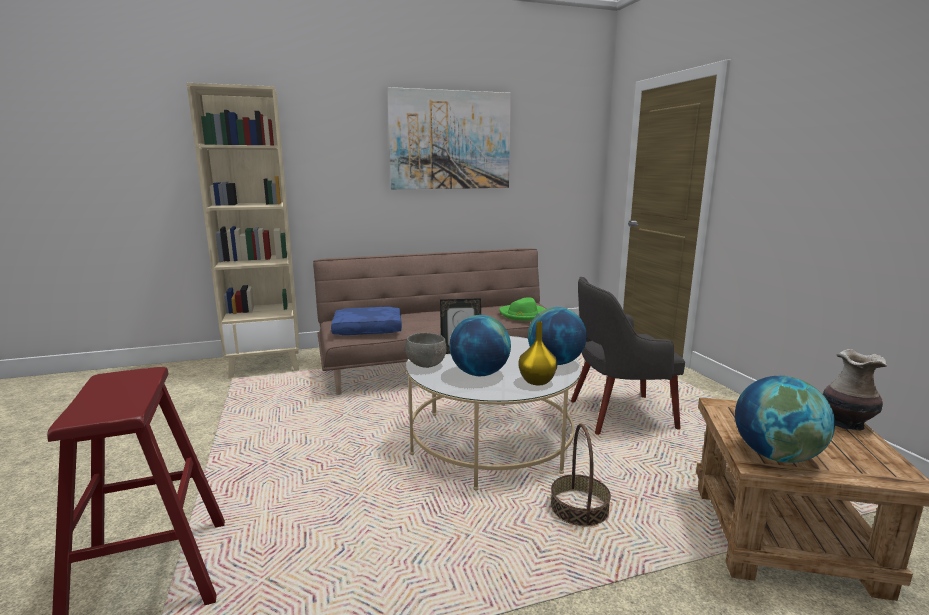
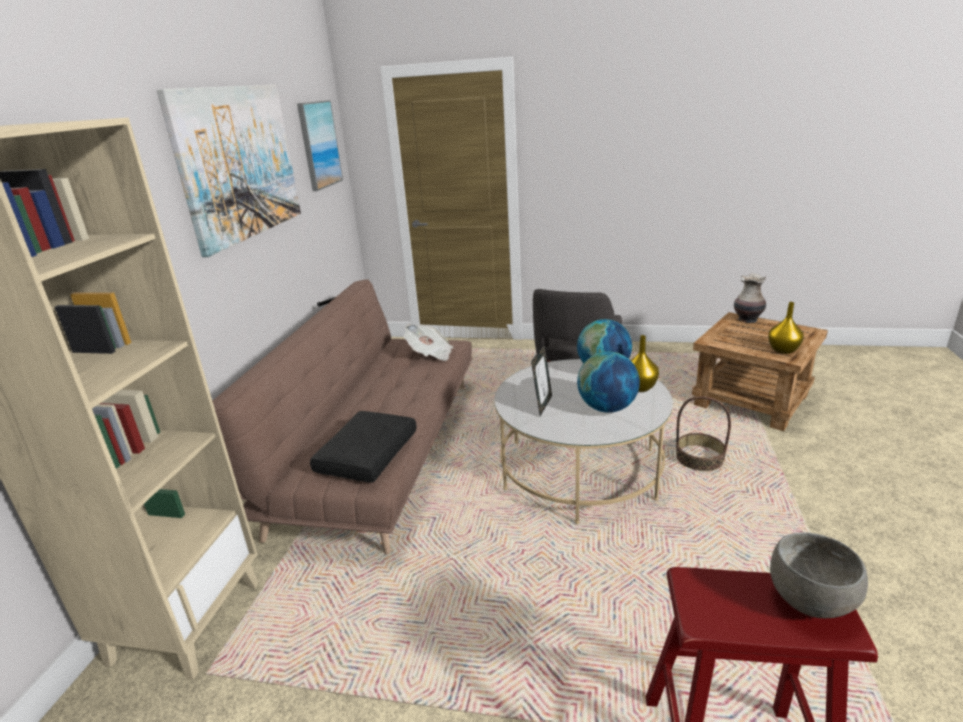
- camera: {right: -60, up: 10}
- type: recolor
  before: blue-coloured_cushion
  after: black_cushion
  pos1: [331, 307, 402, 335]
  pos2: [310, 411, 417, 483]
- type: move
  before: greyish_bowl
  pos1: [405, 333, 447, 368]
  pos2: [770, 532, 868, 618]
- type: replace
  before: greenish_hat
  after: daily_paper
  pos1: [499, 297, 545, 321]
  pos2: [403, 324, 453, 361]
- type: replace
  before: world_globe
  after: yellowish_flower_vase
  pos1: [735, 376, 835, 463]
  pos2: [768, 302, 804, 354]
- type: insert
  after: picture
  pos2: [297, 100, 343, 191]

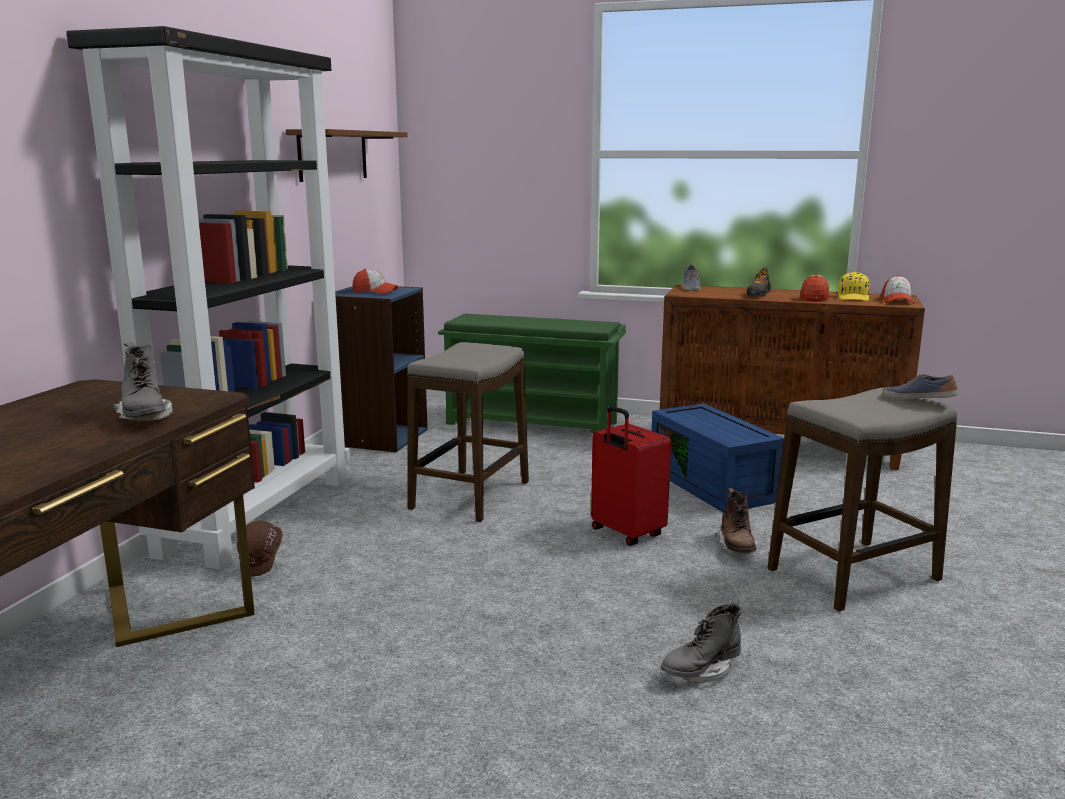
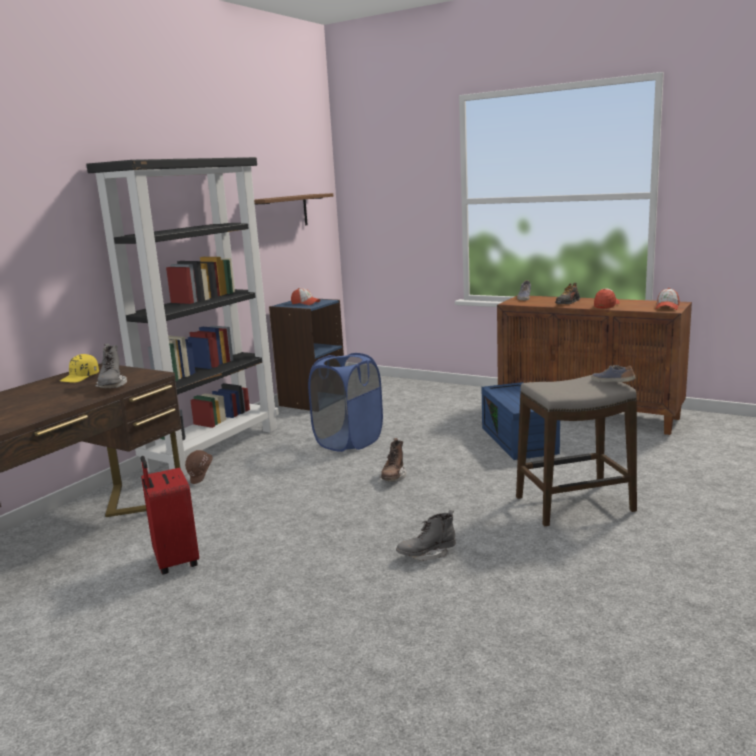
- camera: {right: 15, up: 0}
- type: replace
  before: stool
  after: blue-coloured_laundry_basket
  pos1: [408, 342, 529, 522]
  pos2: [308, 353, 383, 452]
- type: delete
  before: greenish_shoe_stand
  pos1: [438, 314, 626, 434]
- type: move
  before: red-coloured_suitcase
  pos1: [591, 406, 671, 546]
  pos2: [141, 456, 199, 574]
- type: move
  before: brownish_tall_boot
  pos1: [715, 488, 757, 554]
  pos2: [379, 438, 406, 482]
- type: move
  before: yellowish_peaked_cap
  pos1: [838, 272, 870, 301]
  pos2: [60, 354, 99, 383]

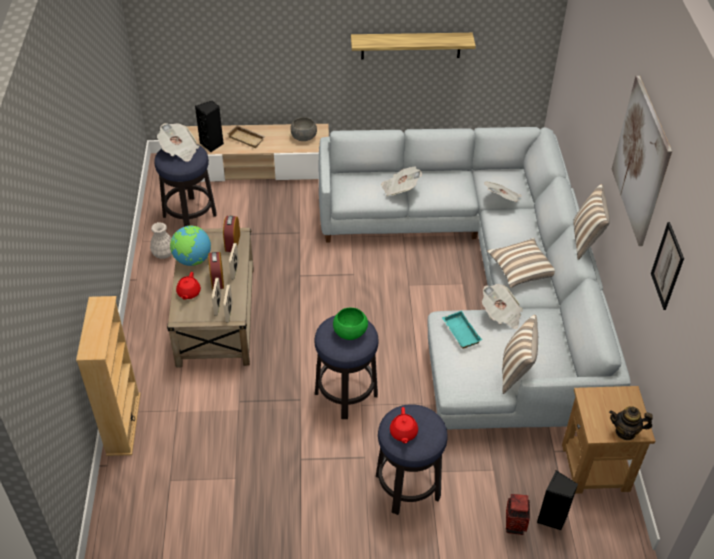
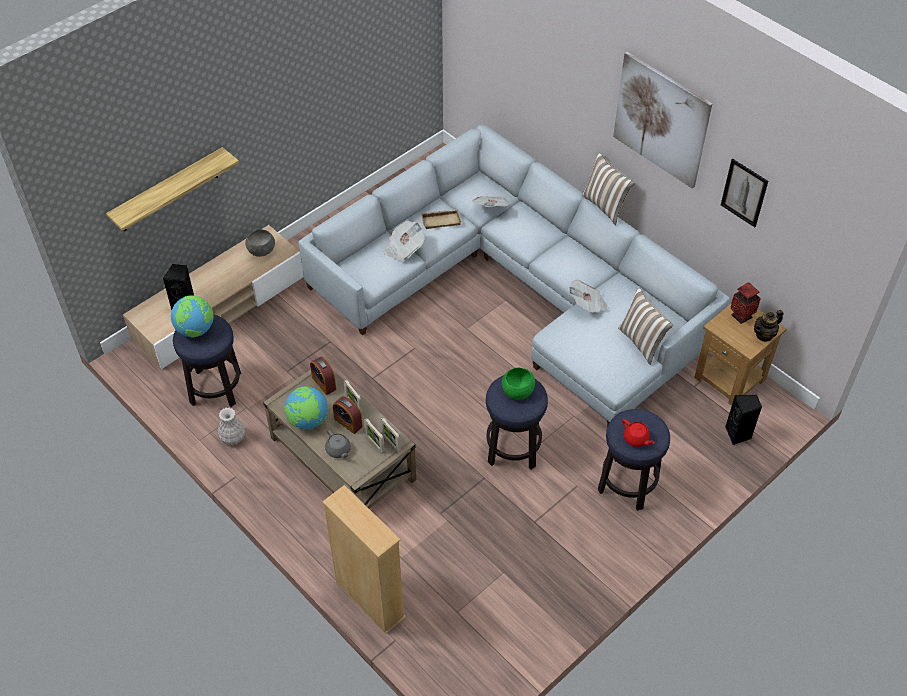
- camera: {right: -40, up: 5}
- type: replace
  before: daily_paper
  after: world_globe
  pos1: [157, 123, 199, 162]
  pos2: [171, 295, 213, 338]
- type: recolor
  before: red-coloured_teapot
  after: greyish_teapot
  pos1: [176, 272, 201, 300]
  pos2: [325, 430, 351, 458]
- type: move
  before: beige-coloured_tray
  pos1: [227, 125, 266, 148]
  pos2: [421, 209, 462, 229]
- type: move
  before: wall_shelf
  pos1: [351, 33, 476, 60]
  pos2: [106, 147, 239, 231]
- type: delete
  before: turquoise-coloured_tray
  pos1: [442, 311, 482, 349]
- type: delete
  before: cushion
  pos1: [487, 238, 555, 288]
- type: move
  before: flower_vase
  pos1: [506, 494, 530, 535]
  pos2: [731, 282, 761, 324]

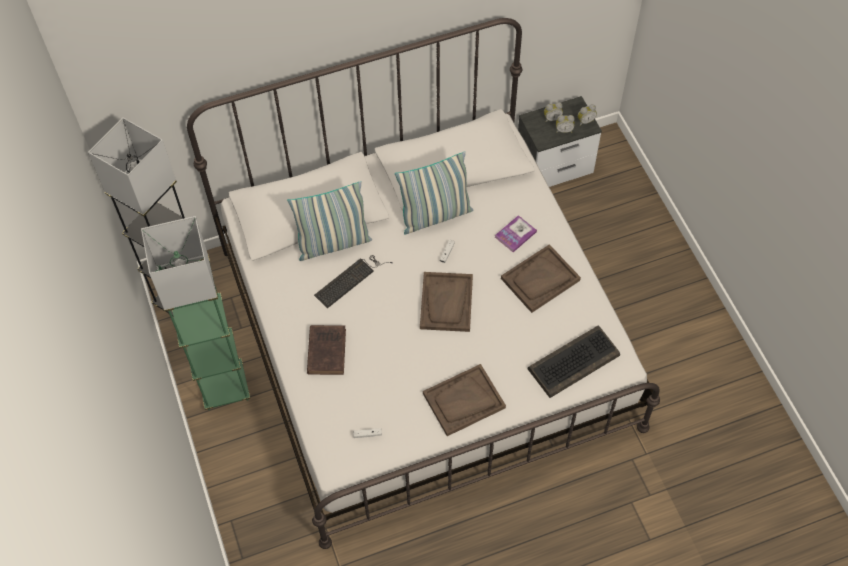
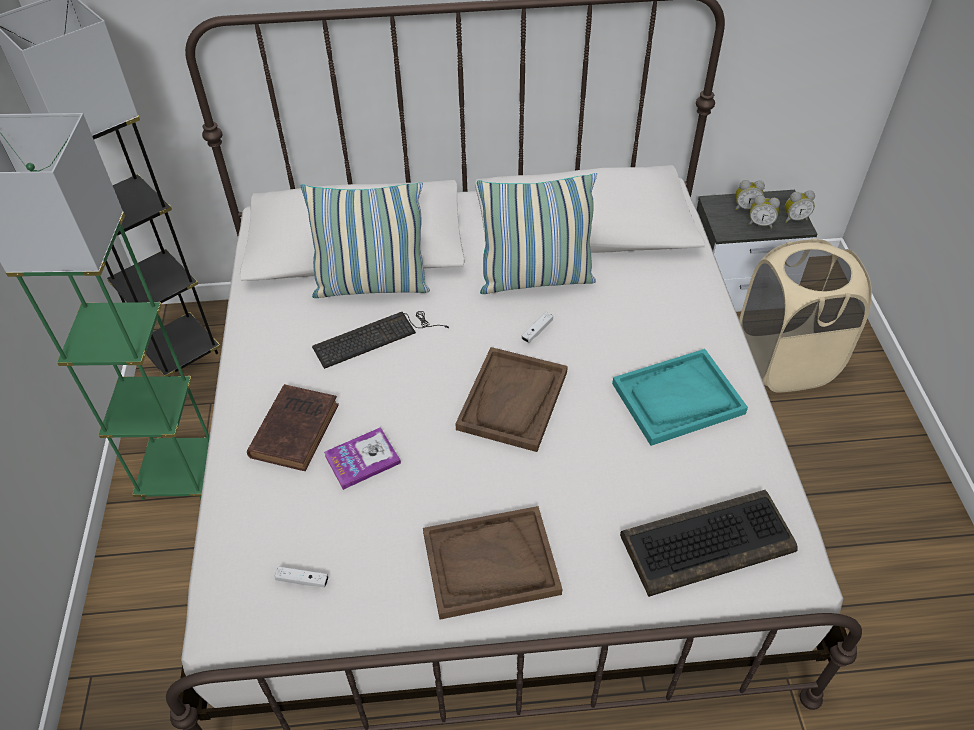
- camera: {right: 15, up: -10}
- type: move
  before: volume
  pos1: [495, 215, 537, 252]
  pos2: [324, 427, 401, 490]
- type: recolor
  before: brownish_tray
  after: turquoise-coloured_tray
  pos1: [501, 244, 581, 313]
  pos2: [612, 349, 748, 446]
- type: insert
  after: beige-coloured_laundry_basket
  pos2: [739, 238, 872, 393]

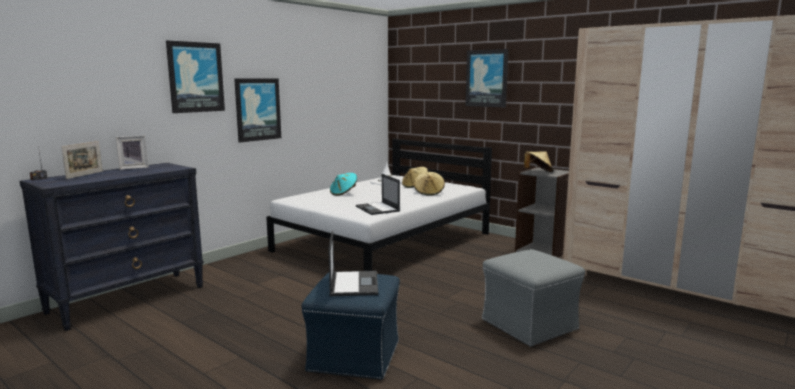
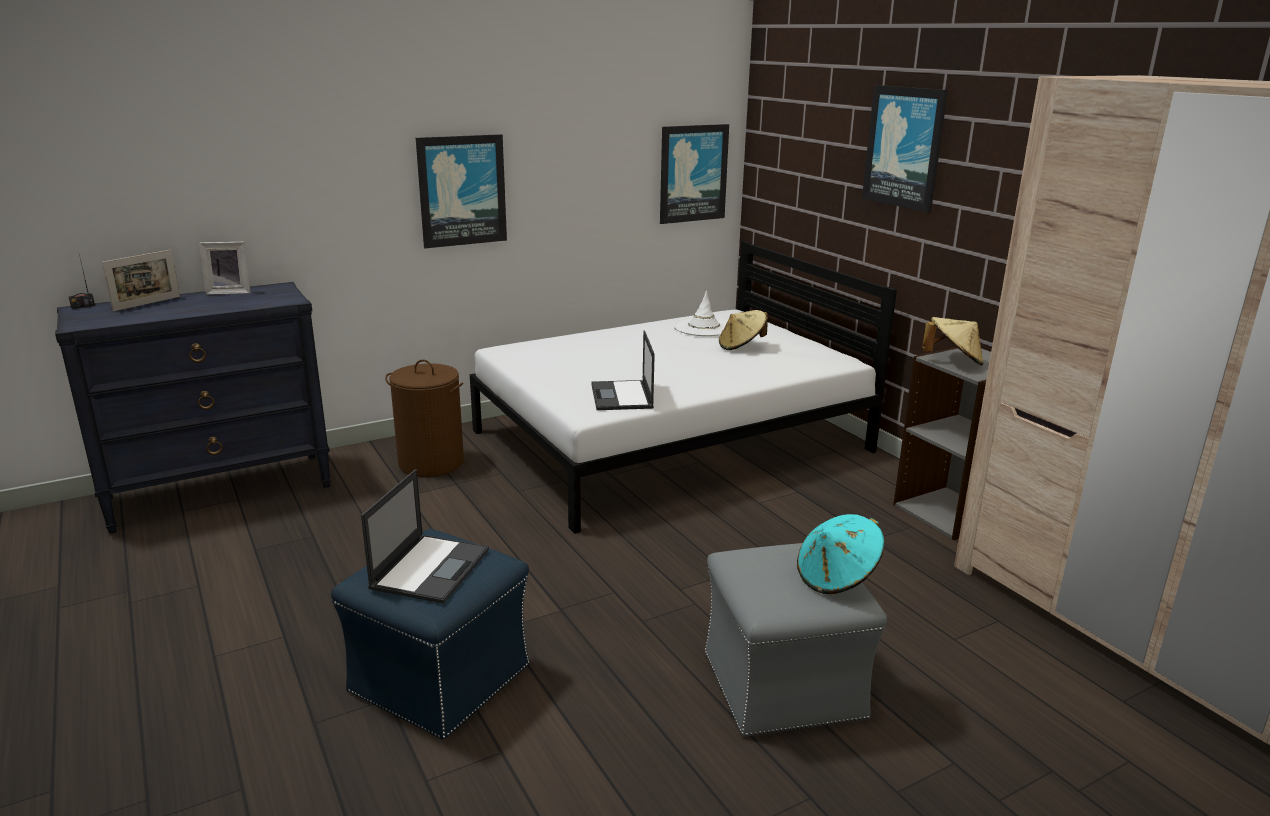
- camera: {right: 20, up: 10}
- type: move
  before: picture
  pos1: [166, 40, 225, 113]
  pos2: [660, 124, 729, 224]
- type: move
  before: turquoise-coloured_hat
  pos1: [330, 173, 357, 196]
  pos2: [797, 514, 884, 594]
- type: delete
  before: beige-coloured_hat
  pos1: [414, 172, 445, 196]
- type: insert
  after: brownish_laundry_basket
  pos2: [385, 359, 464, 477]

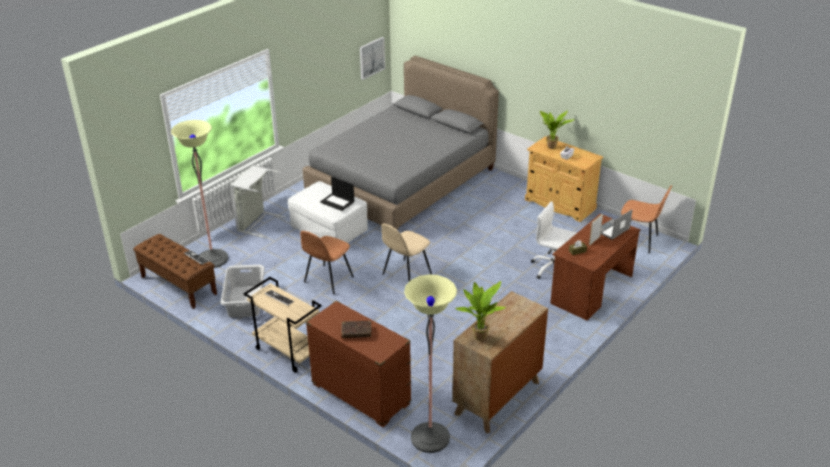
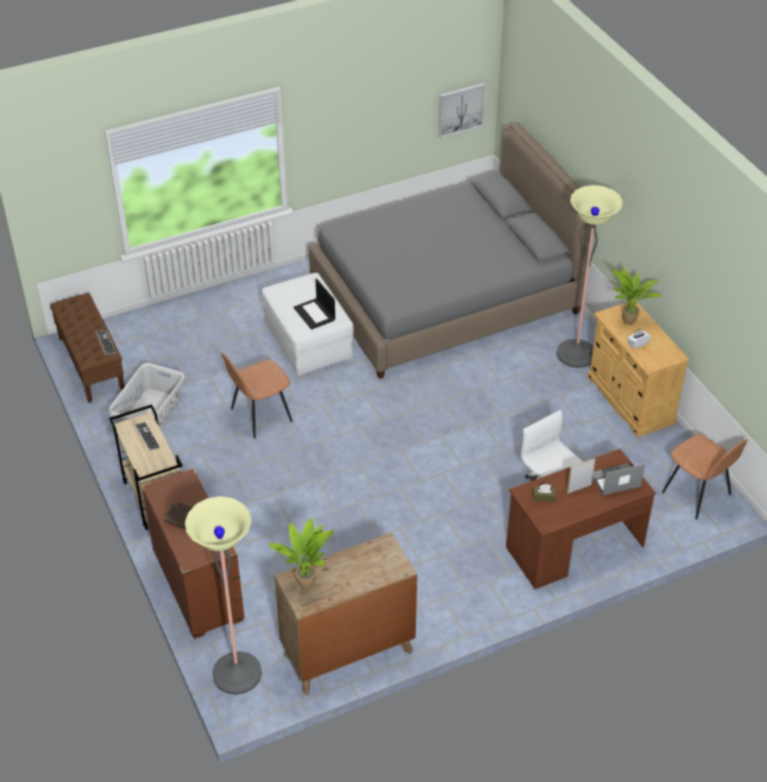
- camera: {right: 25, up: 10}
- type: move
  before: floor_lamp
  pos1: [171, 120, 228, 268]
  pos2: [557, 185, 623, 368]
- type: delete
  before: greyish_laundry_basket
  pos1: [230, 165, 286, 238]
- type: delete
  before: beige-coloured_upright_chair
  pos1: [381, 223, 432, 282]

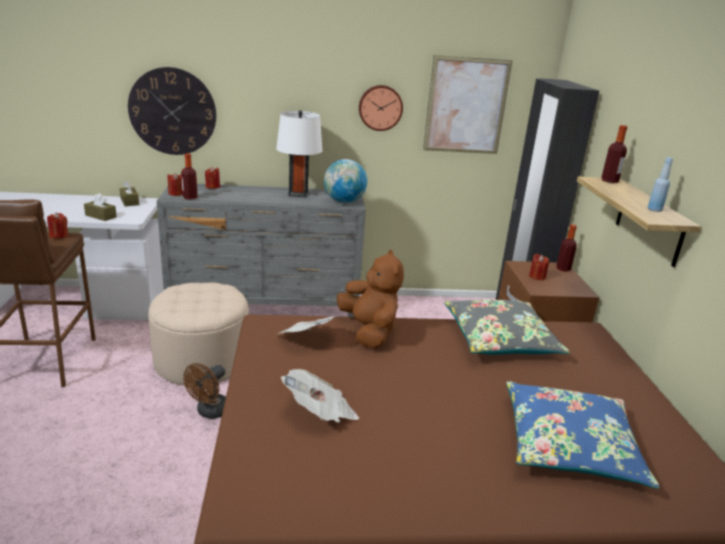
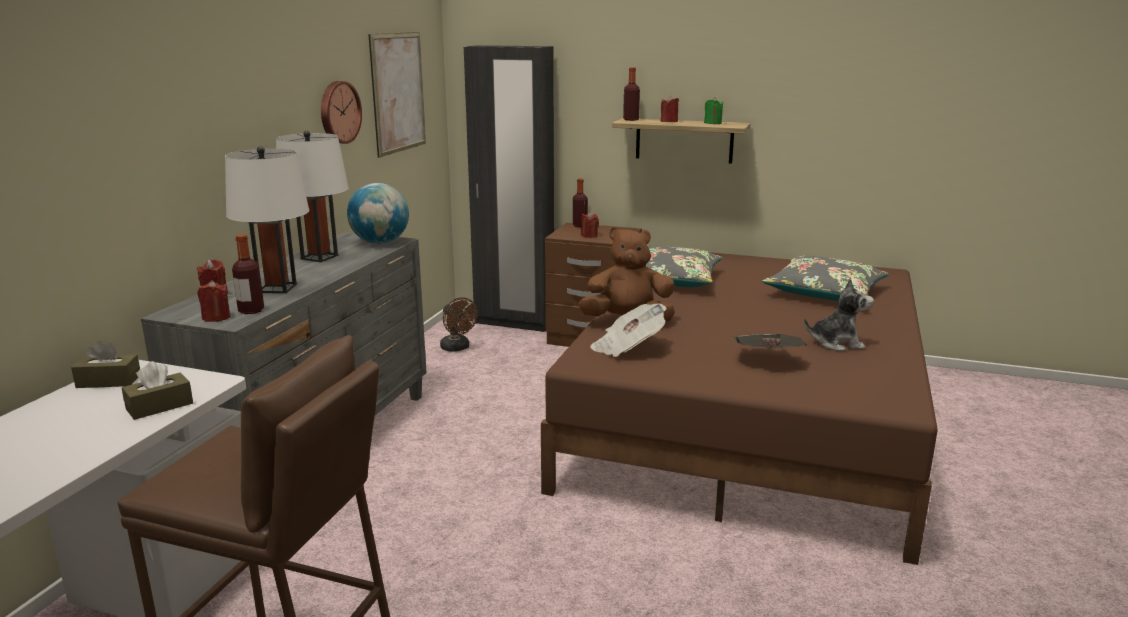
- camera: {right: -65, up: -5}
- type: move
  before: red-coloured_wax_light
  pos1: [47, 213, 68, 239]
  pos2: [660, 96, 679, 122]
- type: delete
  before: clock_on_the_wall
  pos1: [128, 67, 216, 155]
- type: delete
  before: beige-coloured_footrest
  pos1: [148, 282, 249, 386]
- type: move
  before: brownish_electric_fan
  pos1: [183, 363, 226, 419]
  pos2: [440, 297, 478, 352]
- type: recolor
  before: blue-coloured_cushion
  after: greyish_cushion
  pos1: [506, 381, 660, 489]
  pos2: [762, 256, 889, 301]
- type: replace
  before: blue-coloured_drink_bottle
  after: greenish_wax_light
  pos1: [648, 157, 673, 212]
  pos2: [704, 97, 723, 124]
- type: insert
  after: white_lamp_for_a_table
  pos2: [225, 146, 309, 293]
- type: insert
  after: cuddly_toy
  pos2: [804, 278, 874, 351]

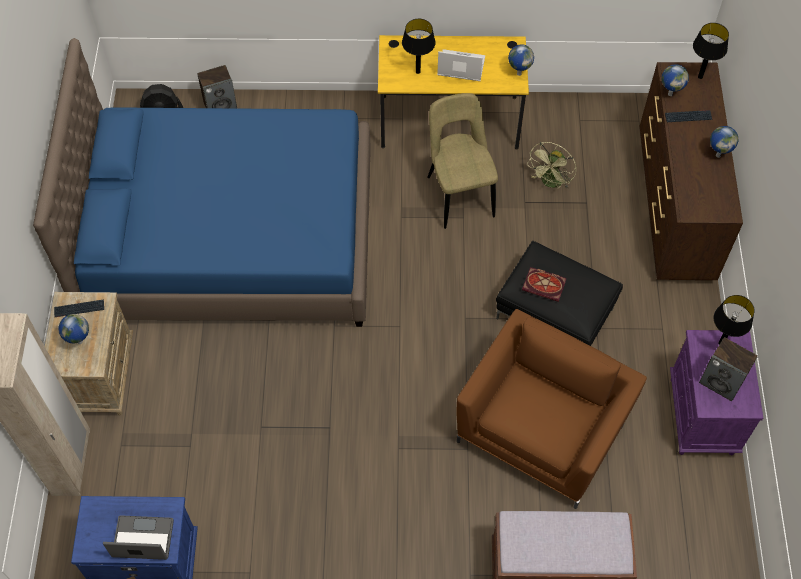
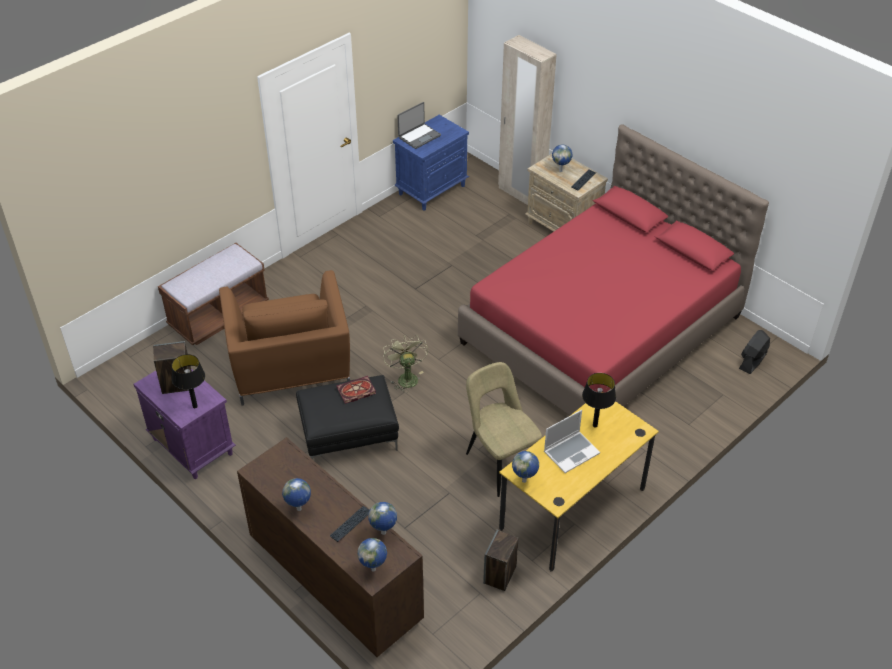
- camera: {right: 135, up: -15}
- type: recolor
  before: blue-coloured_bed
  after: red-coloured_bed
  pos1: [33, 38, 371, 327]
  pos2: [458, 124, 769, 416]
- type: move
  before: loudspeaker
  pos1: [197, 65, 237, 108]
  pos2: [483, 530, 519, 591]
- type: rotate
  before: beige-coloured_upright_chair
  pos1: [427, 93, 498, 229]
  pos2: [466, 362, 542, 497]
  turn: -150
- type: move
  before: greenish_electric_fan
  pos1: [527, 142, 576, 189]
  pos2: [383, 335, 428, 393]
- type: replace
  before: black_lamp_for_a_table
  after: world_globe
  pos1: [693, 23, 729, 79]
  pos2: [357, 538, 387, 571]

